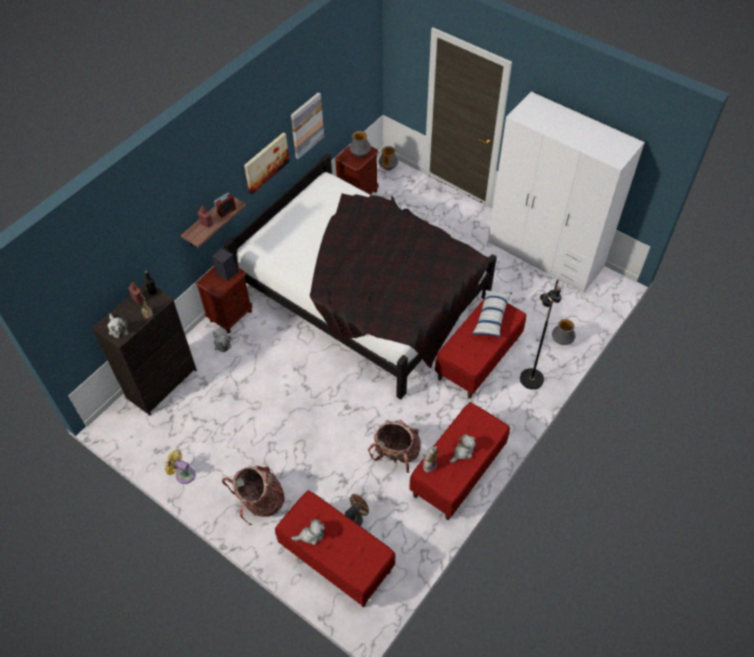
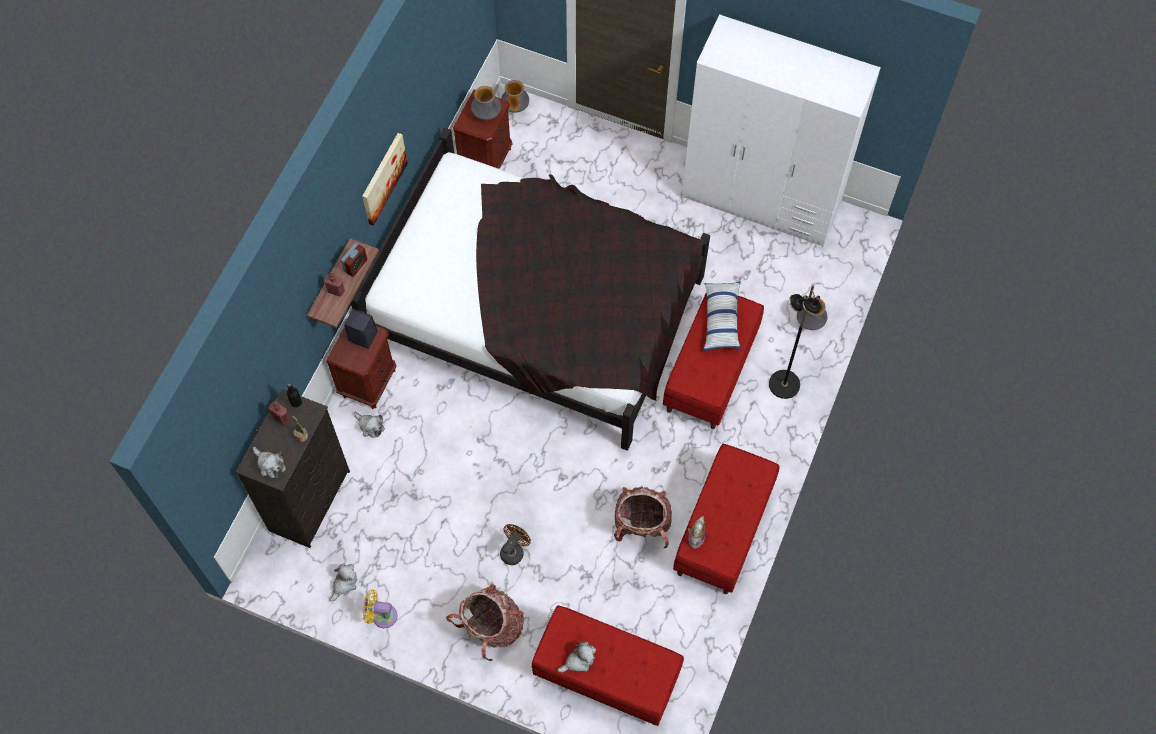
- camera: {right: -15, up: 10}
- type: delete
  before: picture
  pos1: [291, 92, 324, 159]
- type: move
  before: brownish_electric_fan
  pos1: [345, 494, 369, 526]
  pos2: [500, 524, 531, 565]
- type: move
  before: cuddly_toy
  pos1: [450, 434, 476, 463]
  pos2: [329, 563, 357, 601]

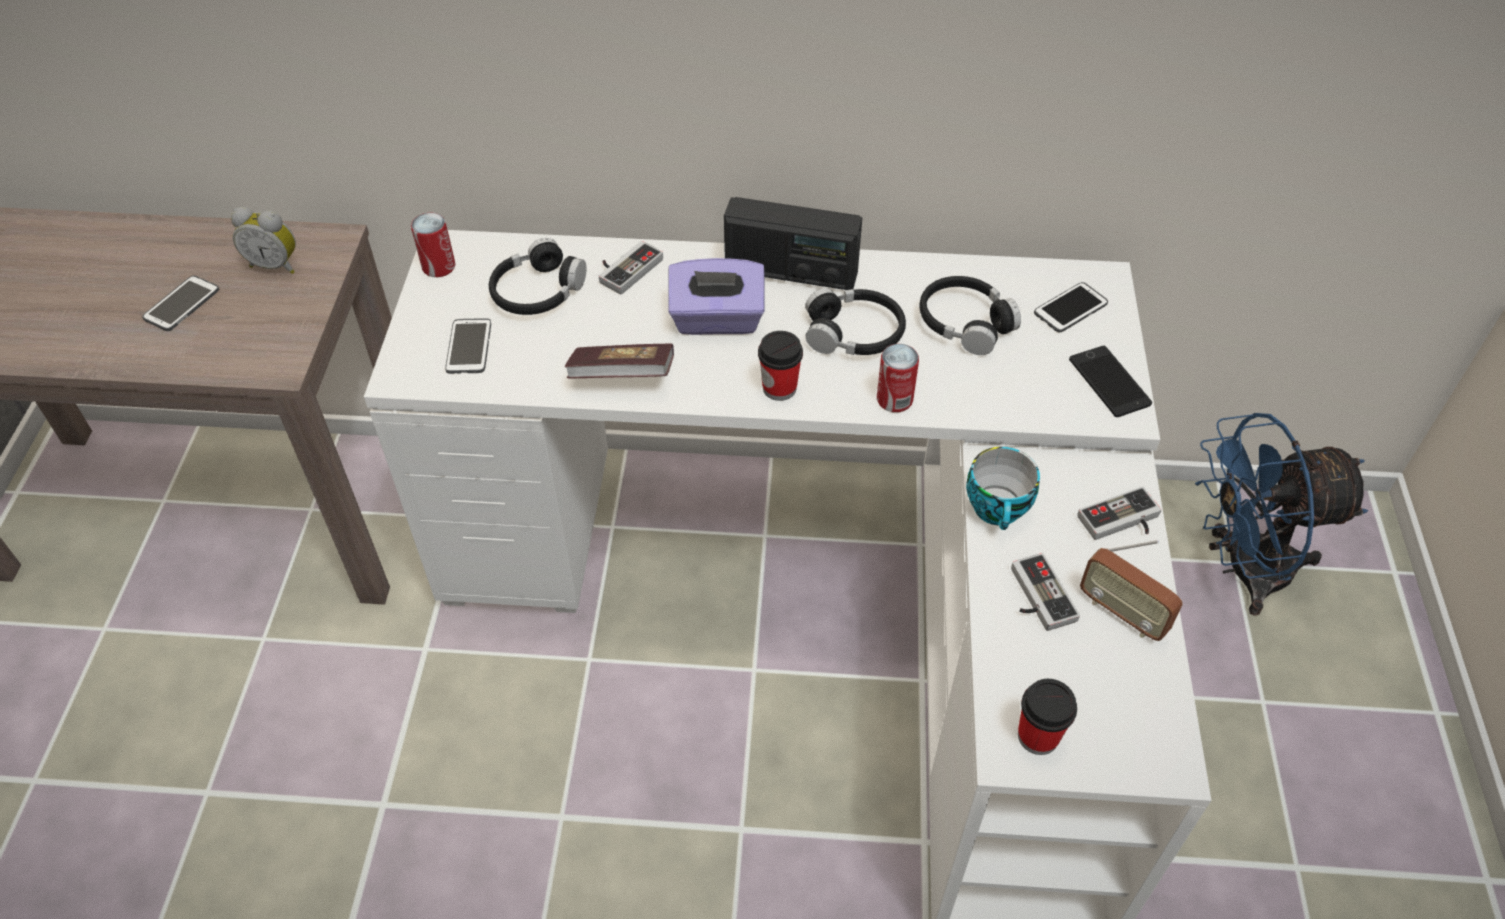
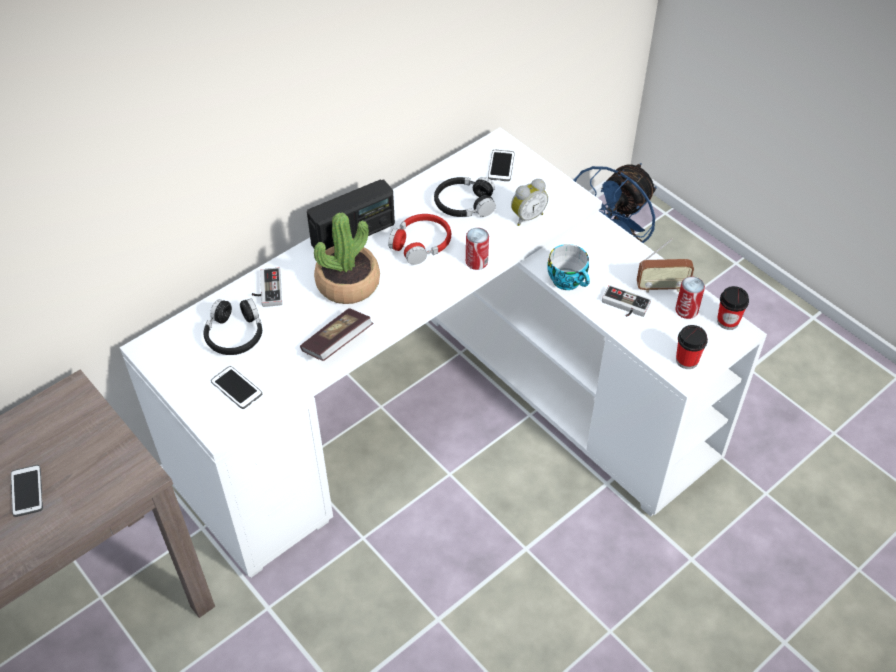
- camera: {right: -45, up: 0}
- type: move
  before: bedside_clock
  pos1: [231, 207, 296, 274]
  pos2: [511, 179, 548, 226]
- type: move
  before: sealed_can
  pos1: [411, 212, 455, 277]
  pos2: [675, 276, 705, 319]
- type: replace
  before: purple-coloured_tissue_holder
  after: houseplant
  pos1: [668, 258, 764, 335]
  pos2: [314, 212, 380, 304]
- type: move
  before: small_cup
  pos1: [758, 331, 803, 401]
  pos2: [717, 286, 749, 330]
- type: recolor
  before: black_headphones
  after: red-coloured_headphones
  pos1: [805, 288, 906, 355]
  pos2: [388, 214, 451, 265]
- type: delete
  before: telephone
  pos1: [1069, 346, 1152, 417]
- type: delete
  before: gamepad
  pos1: [1077, 486, 1161, 540]

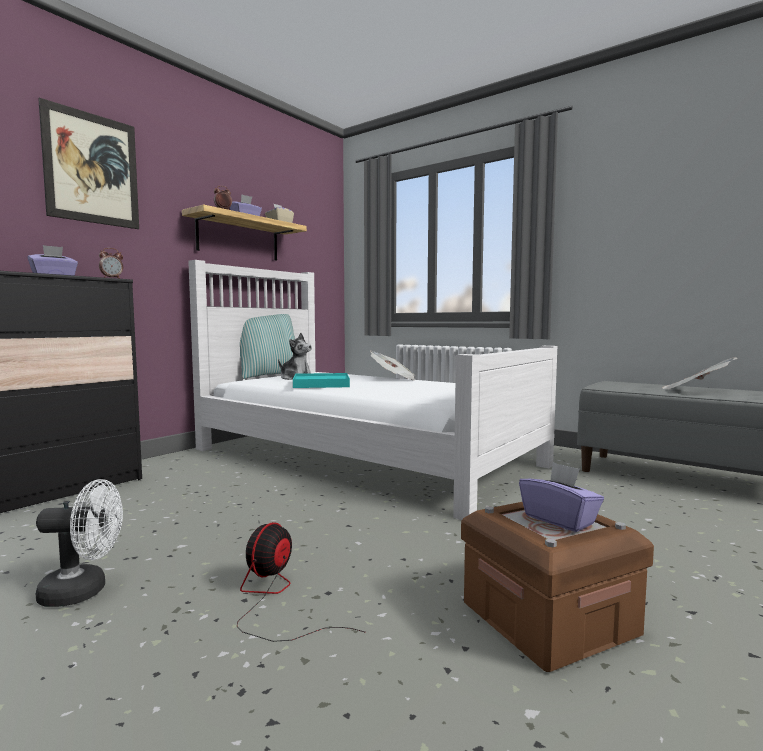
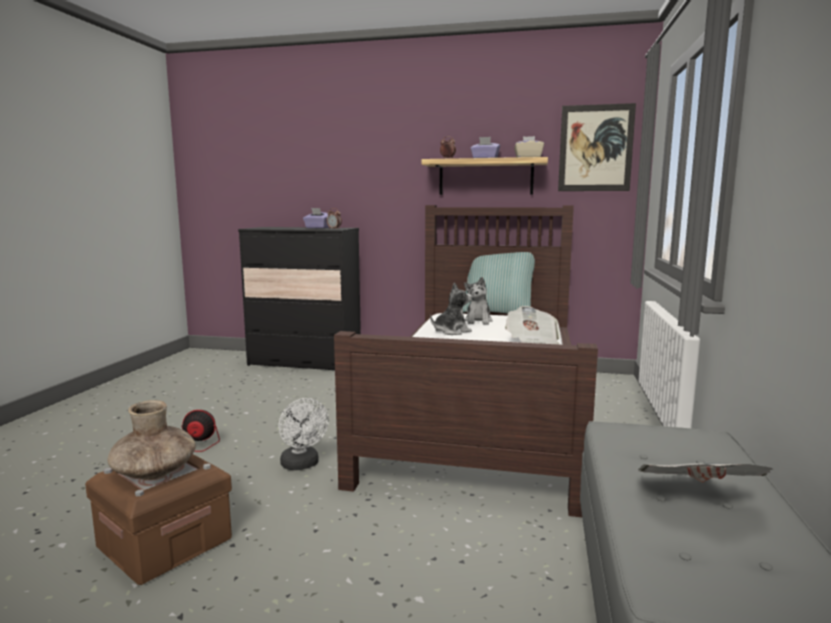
- camera: {right: 65, up: 5}
- type: move
  before: white_electric_fan
  pos1: [36, 479, 123, 607]
  pos2: [278, 398, 329, 470]
- type: move
  before: picture
  pos1: [38, 98, 139, 229]
  pos2: [558, 103, 636, 191]
- type: recolor
  before: white_bed
  after: brownish_bed
  pos1: [188, 260, 557, 520]
  pos2: [334, 205, 598, 517]
- type: replace
  before: turquoise-coloured_tray
  after: cuddly_toy
  pos1: [293, 373, 350, 388]
  pos2: [430, 282, 472, 335]
- type: replace
  before: purple-coloured_tissue_holder
  after: brownish_flower_vase
  pos1: [519, 462, 604, 532]
  pos2: [107, 400, 196, 480]

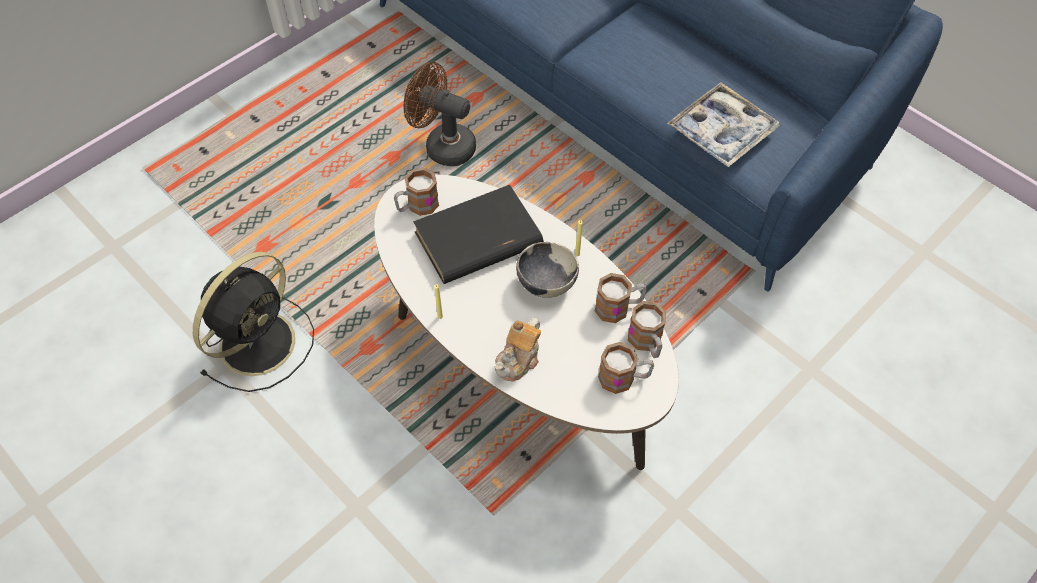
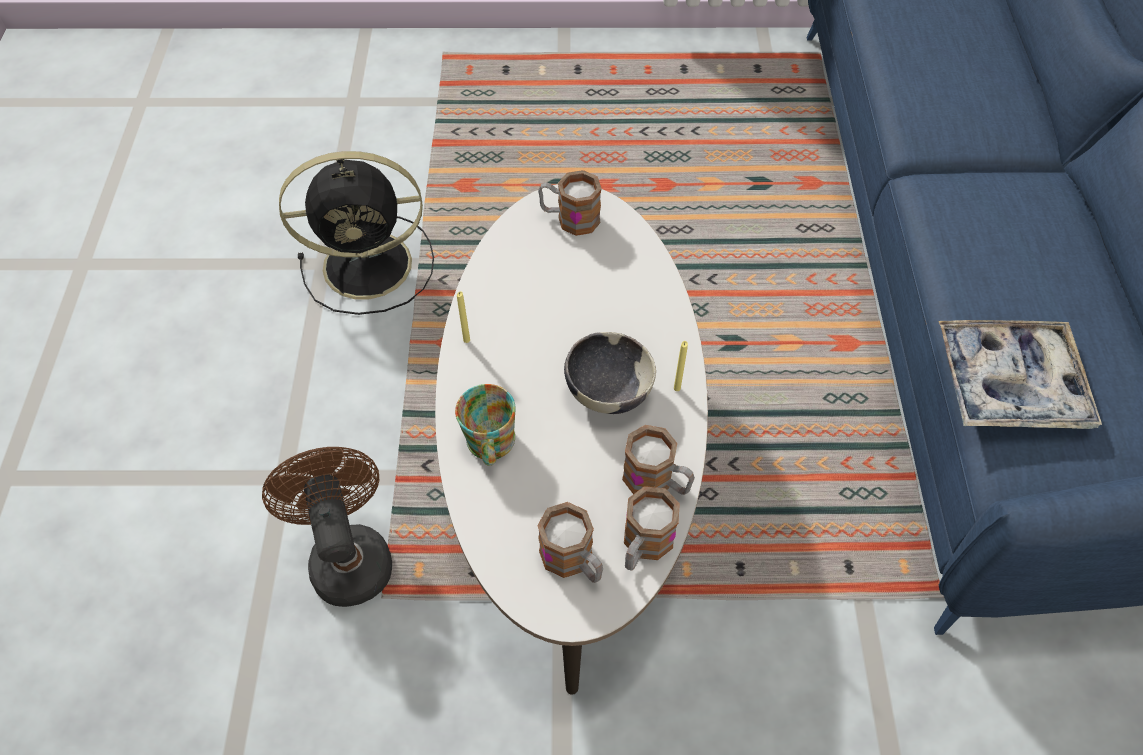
- camera: {right: 45, up: 0}
- type: move
  before: brownish_electric_fan
  pos1: [403, 62, 476, 166]
  pos2: [262, 447, 392, 607]
- type: delete
  before: black_volume
  pos1: [413, 185, 544, 284]
- type: replace
  before: teapot
  after: tea_mug
  pos1: [495, 318, 541, 381]
  pos2: [455, 384, 516, 466]

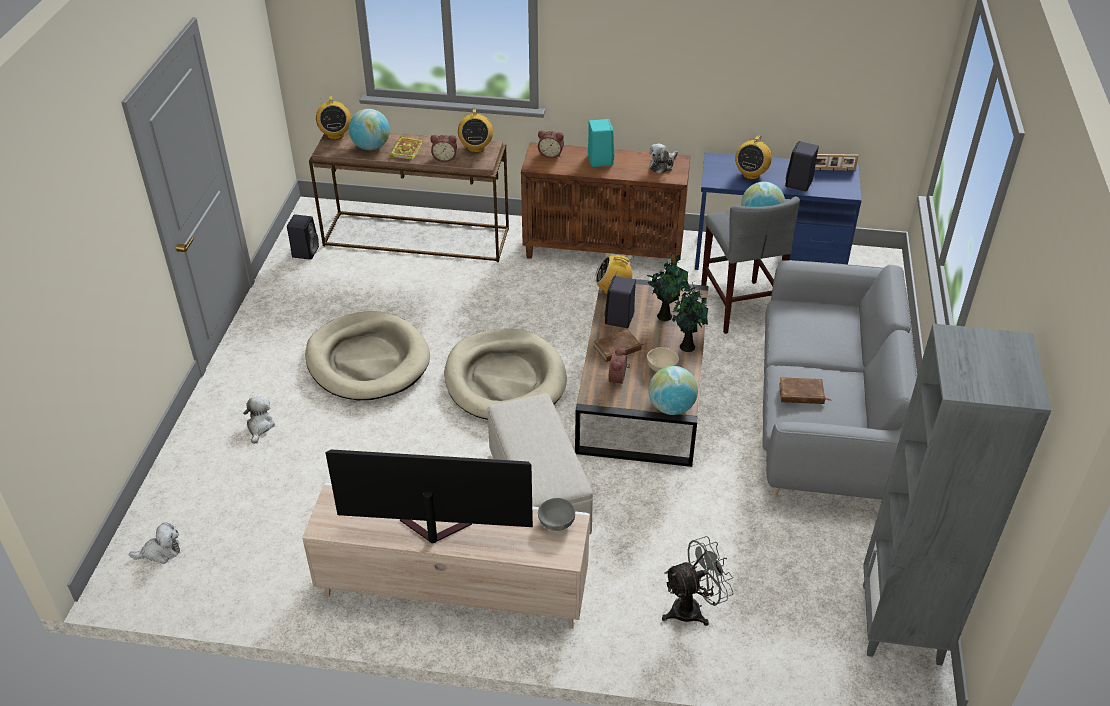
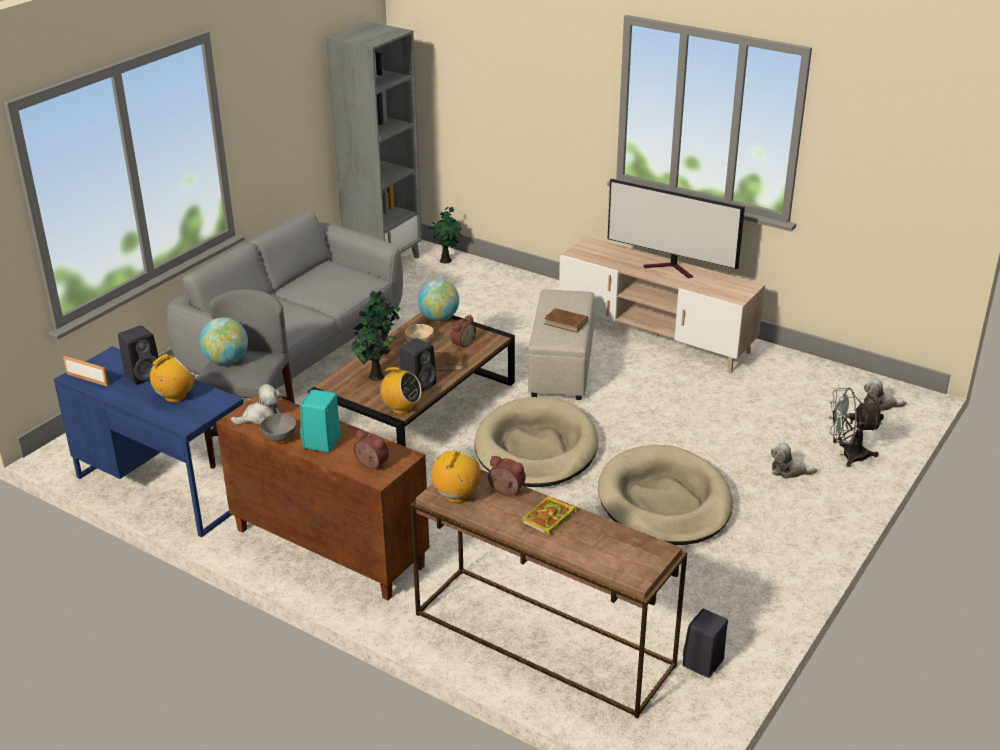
- camera: {right: -155, up: -10}
- type: rotate
  before: cuddly_toy
  pos1: [243, 397, 275, 444]
  pos2: [771, 442, 817, 479]
  turn: 75
- type: delete
  before: radio
  pos1: [316, 96, 351, 140]
- type: delete
  before: world_globe
  pos1: [349, 109, 390, 150]
- type: move
  before: greyish_bowl
  pos1: [538, 498, 575, 531]
  pos2: [260, 413, 296, 442]
- type: move
  before: greyish_electric_fan
  pos1: [662, 536, 733, 626]
  pos2: [829, 388, 884, 467]
- type: move
  before: brownish_volume
  pos1: [779, 377, 831, 404]
  pos2: [544, 308, 588, 333]
- type: insert
  after: houseplant
  pos2: [427, 207, 462, 263]

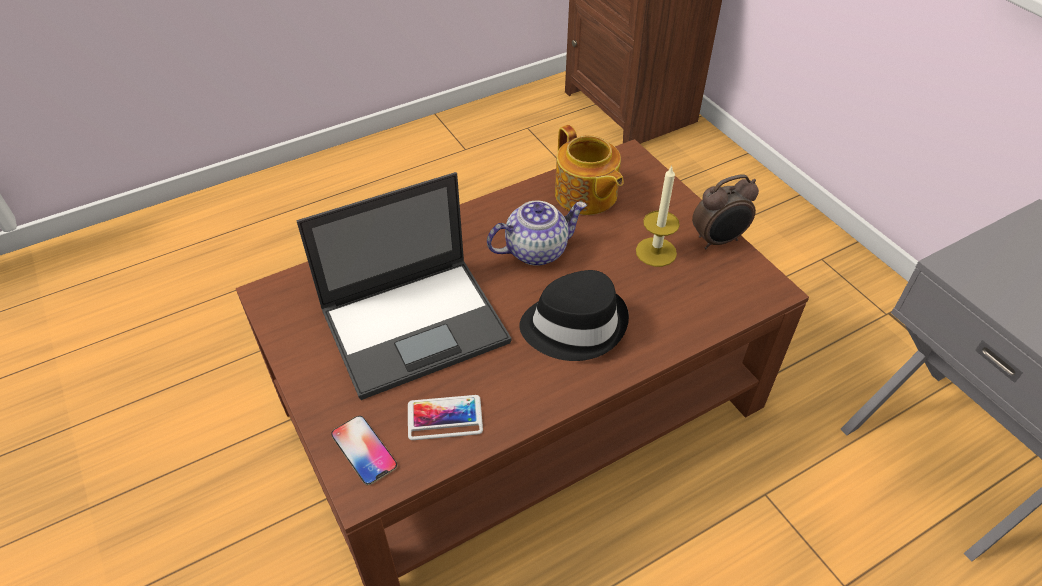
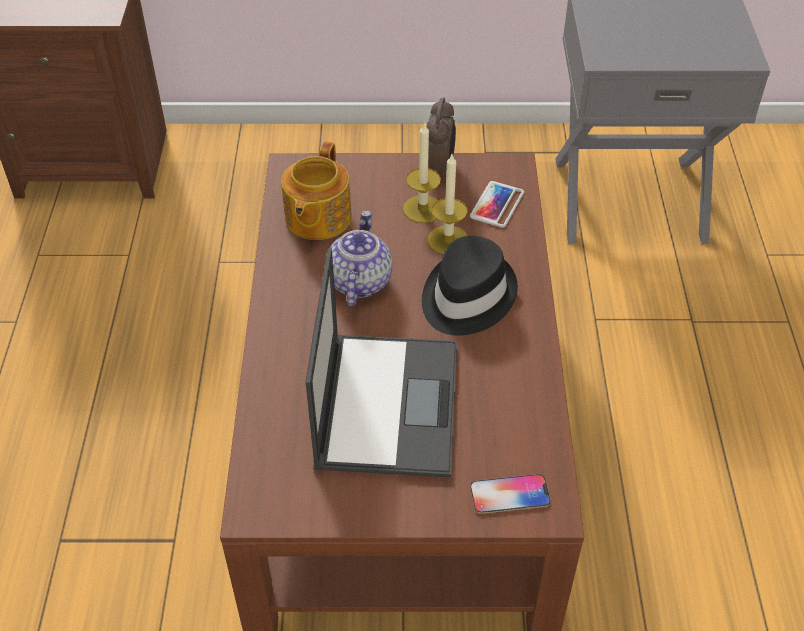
- camera: {right: -60, up: 0}
- type: move
  before: telephone
  pos1: [408, 395, 483, 440]
  pos2: [470, 181, 524, 228]
- type: rotate
  before: teapot
  pos1: [555, 125, 624, 215]
  pos2: [281, 141, 352, 240]
  turn: 105
- type: insert
  after: wax_light
  pos2: [428, 154, 468, 254]

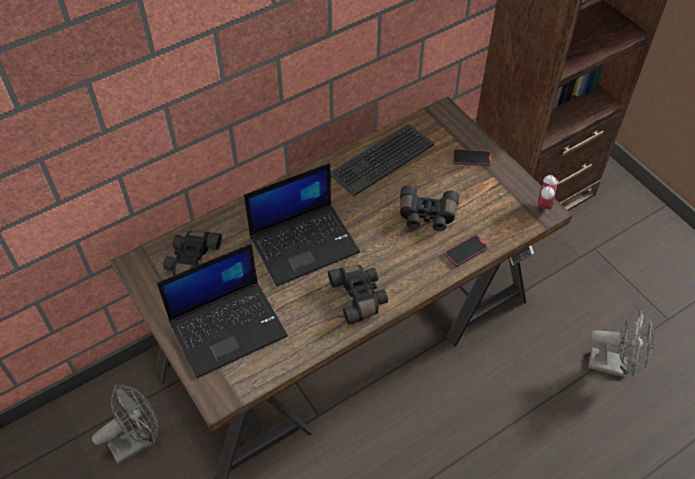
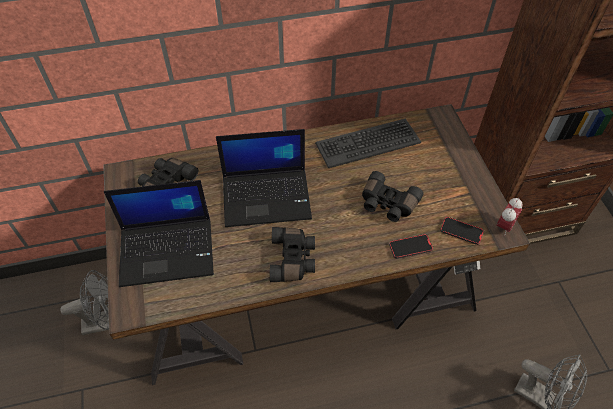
- camera: {right: 20, up: 0}
- type: move
  before: telephone
  pos1: [453, 149, 491, 166]
  pos2: [440, 217, 484, 245]

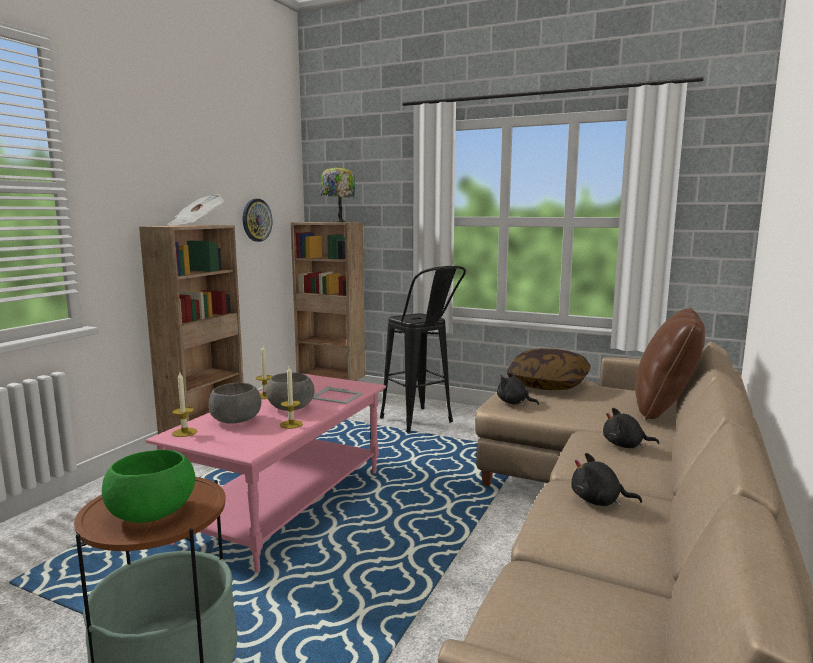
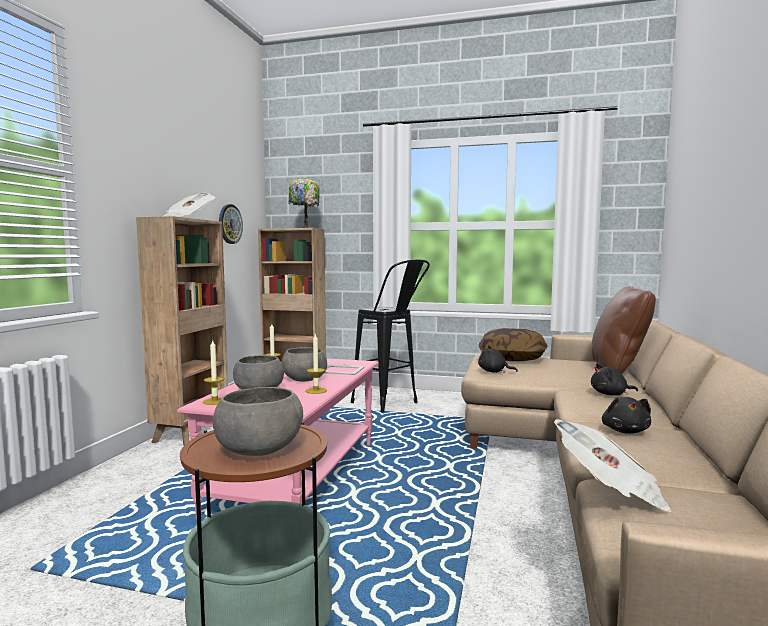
- camera: {right: -10, up: -5}
- type: recolor
  before: greenish_bowl
  after: greyish_bowl
  pos1: [102, 450, 195, 523]
  pos2: [213, 387, 303, 456]
- type: rotate
  before: black_cuddly_toy
  pos1: [571, 453, 642, 506]
  pos2: [602, 397, 651, 434]
  turn: -90
- type: insert
  after: daily_paper
  pos2: [554, 419, 672, 512]

